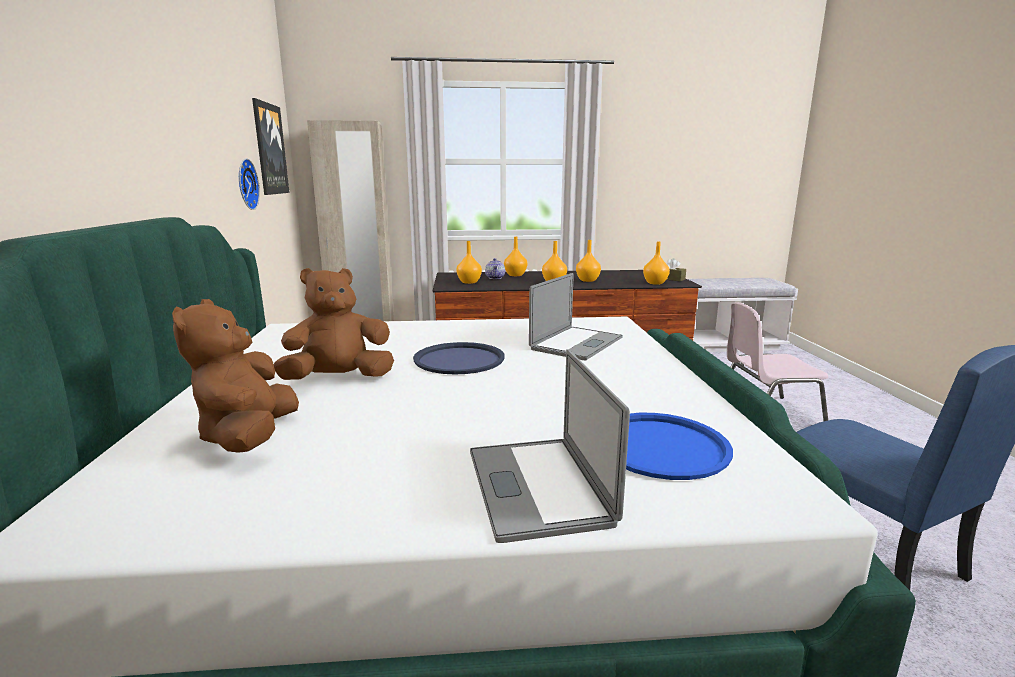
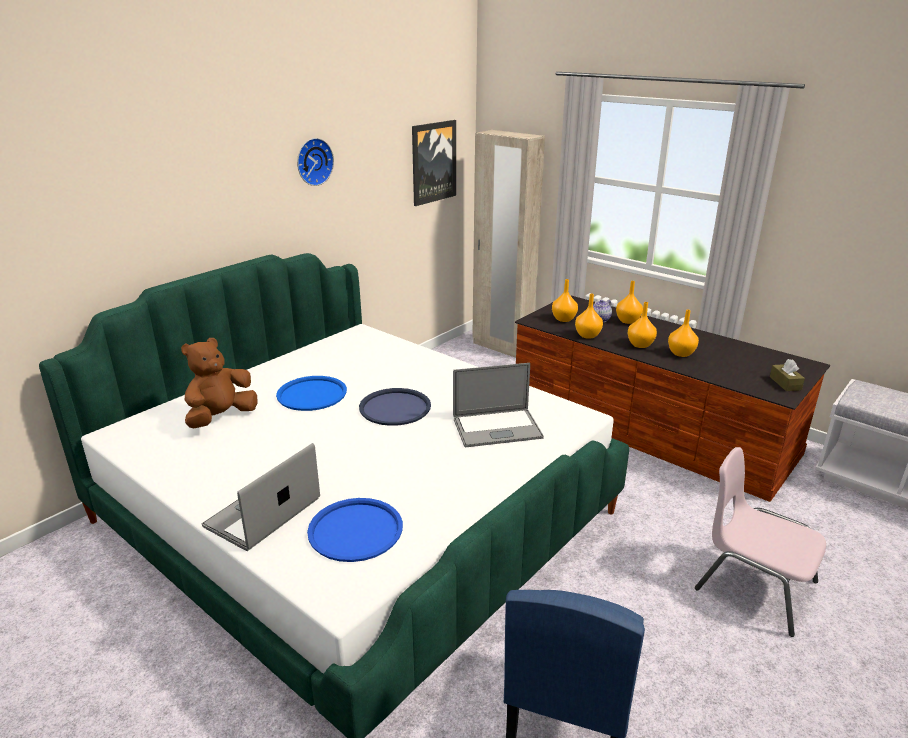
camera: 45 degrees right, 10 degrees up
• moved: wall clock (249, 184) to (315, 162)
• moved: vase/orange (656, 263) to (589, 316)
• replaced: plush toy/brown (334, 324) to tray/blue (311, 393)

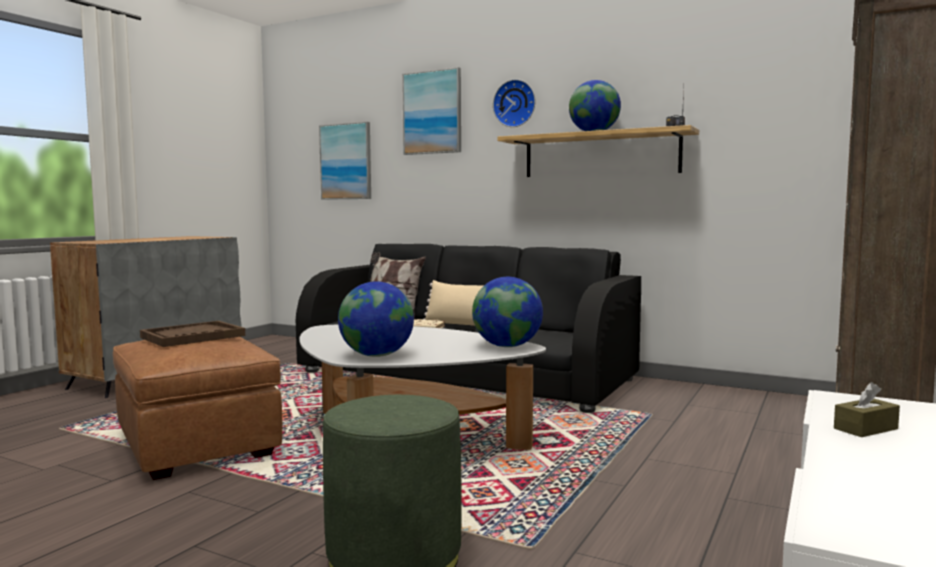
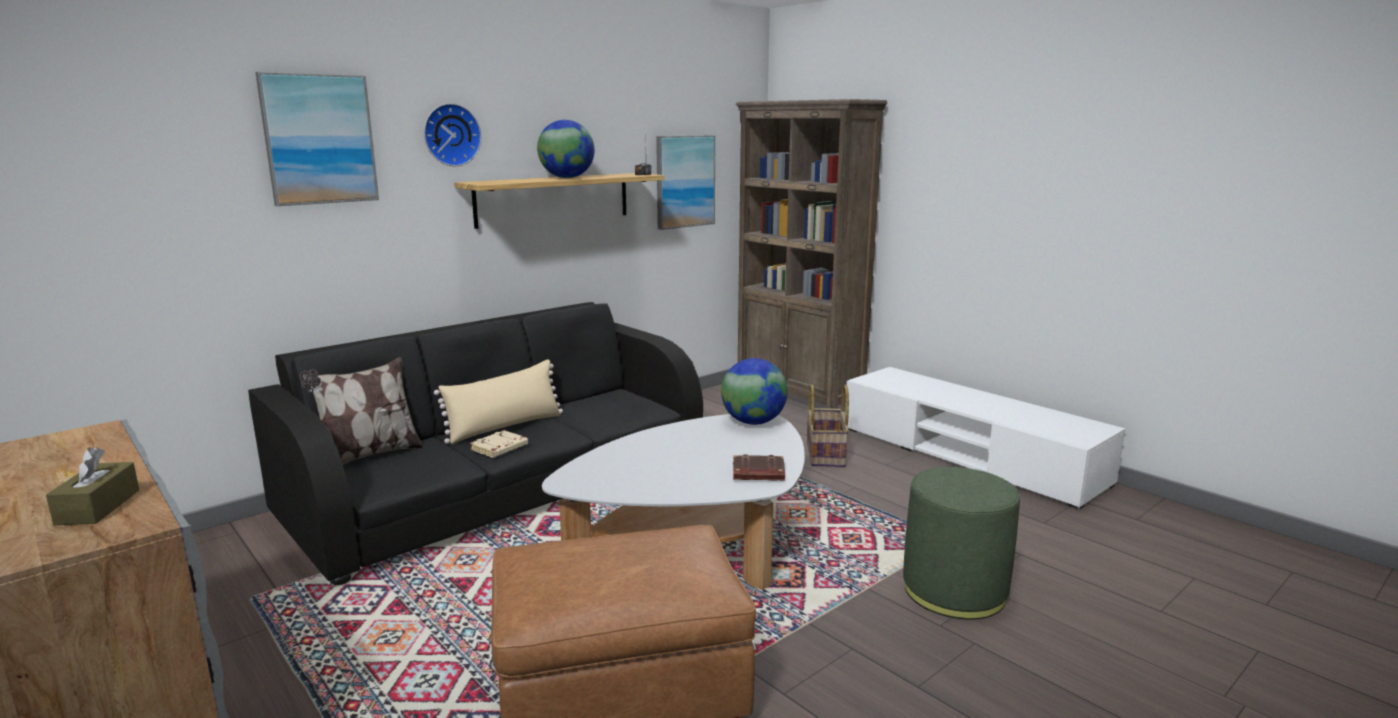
camera: 70 degrees left, 10 degrees up
• moved: picture (345, 161) to (685, 182)
• replaced: globe (376, 319) to book/brown (759, 467)
• removed: tray/brown (192, 334)
• moved: tissue box/brown (867, 409) to (92, 486)
• added: basket (828, 425)

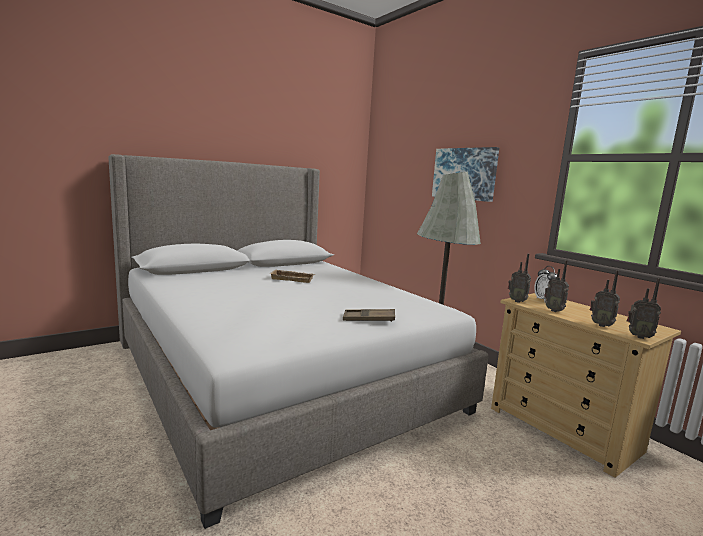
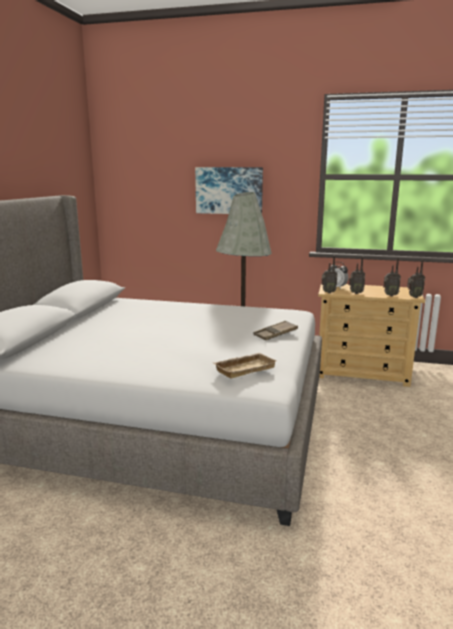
camera: 40 degrees left, 5 degrees up
• moved: tray/beige (293, 276) to (245, 366)

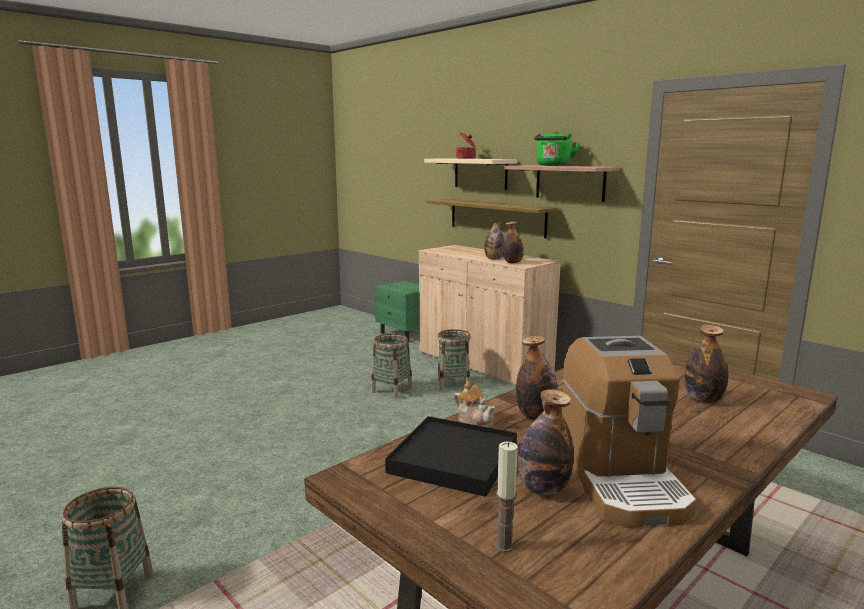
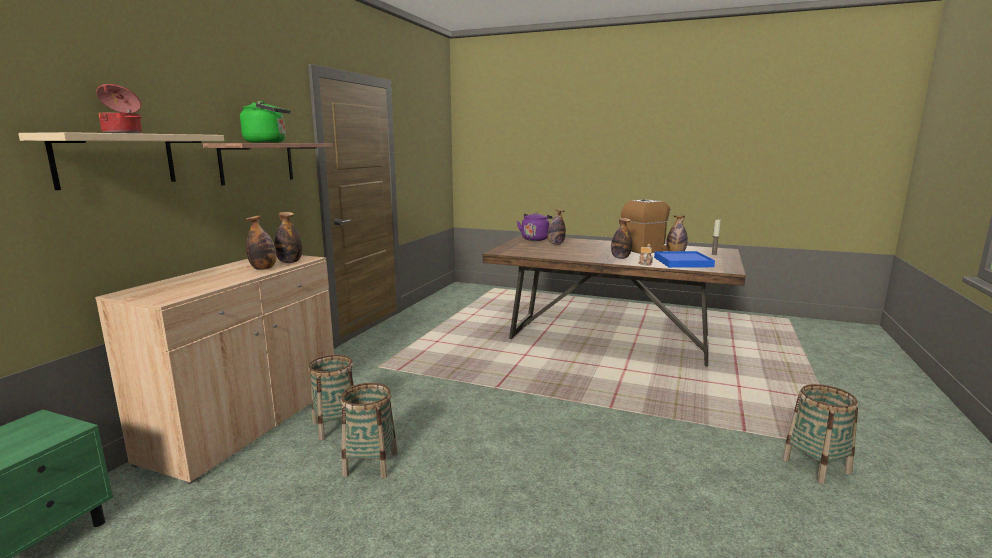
camera: 115 degrees left, 0 degrees up
• removed: shelf (492, 218)
• recoloured: tray/black (451, 456) to tray/blue (684, 259)
• added: kettle/purple (535, 227)

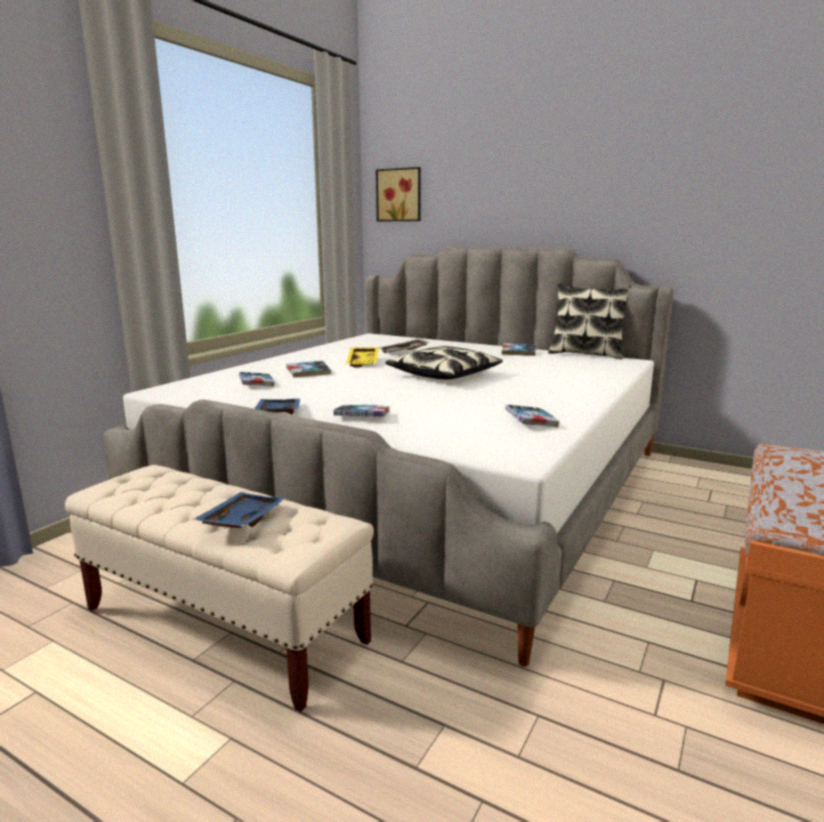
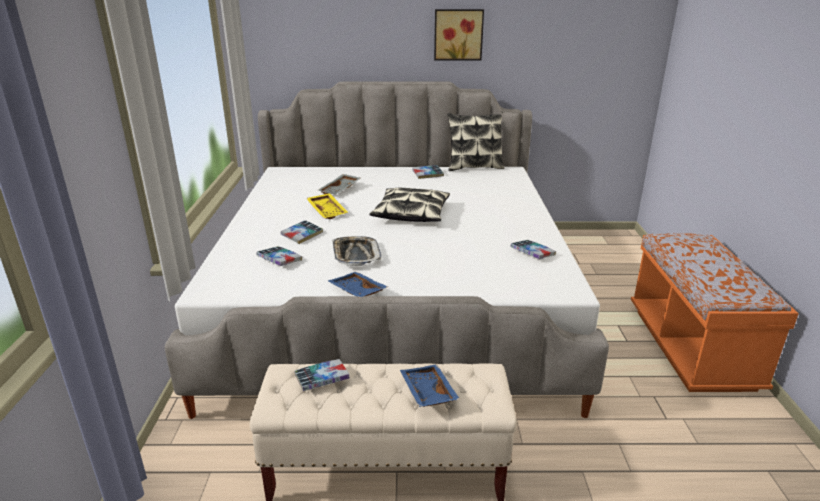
camera: 30 degrees left, 10 degrees up
• moved: picture (398, 194) to (459, 34)
• moved: book (362, 411) to (322, 375)
• added: tray (357, 251)

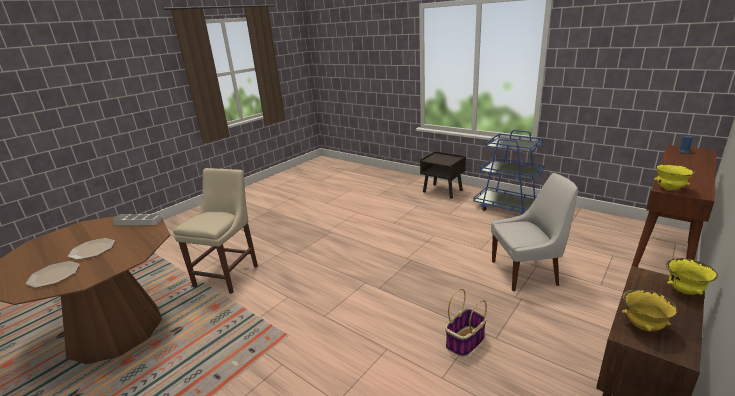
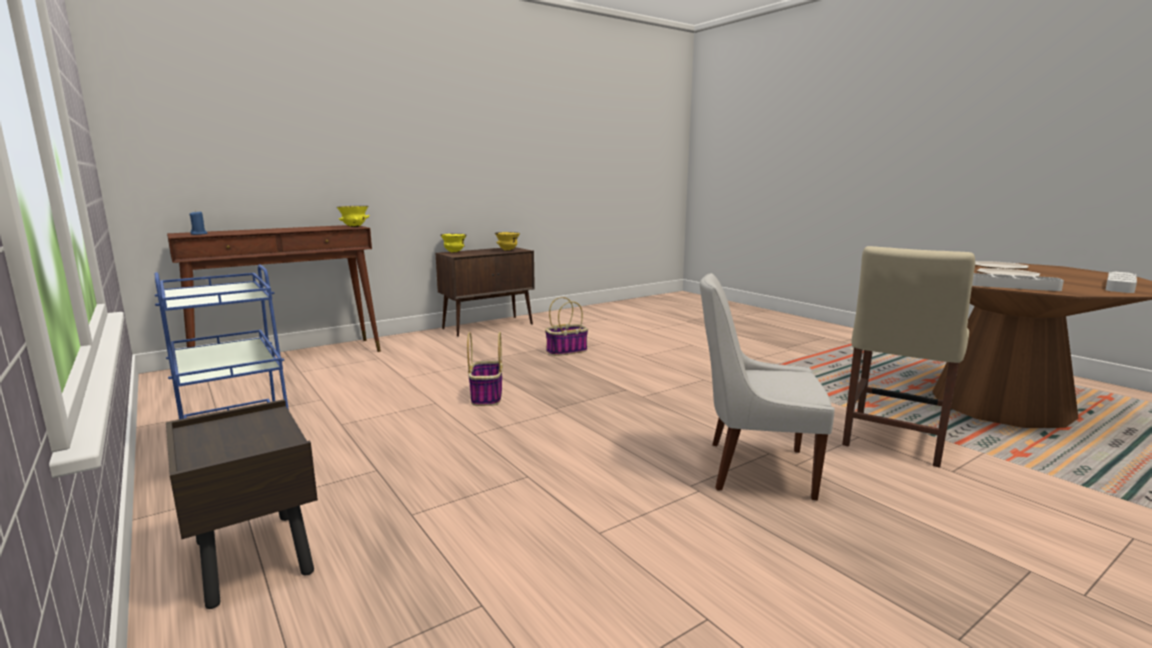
camera: 165 degrees left, 10 degrees down
• moved: chair/white (534, 232) to (767, 386)
• added: tray/grey (1121, 282)
• added: basket (485, 369)

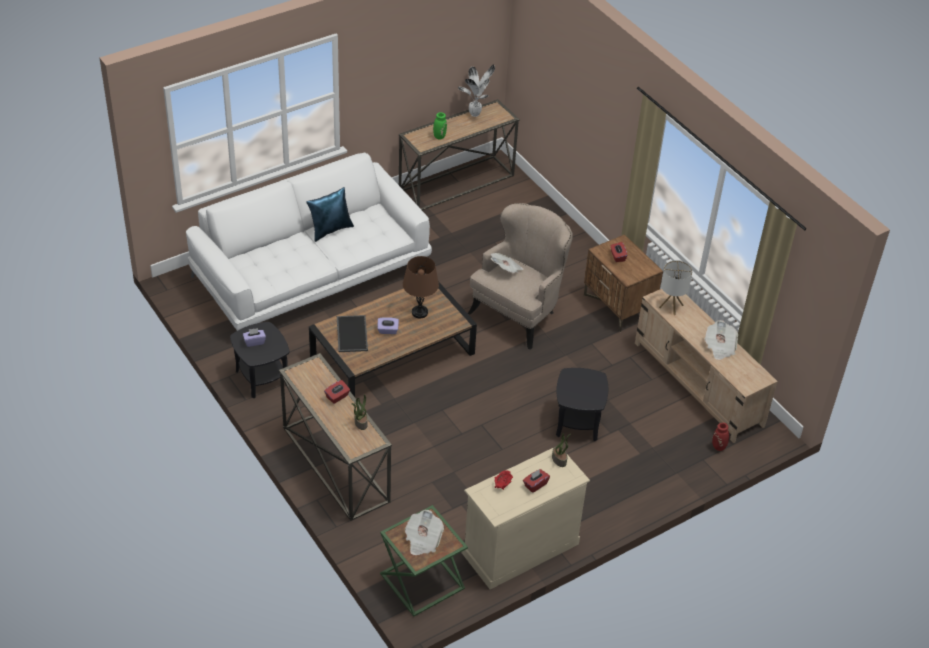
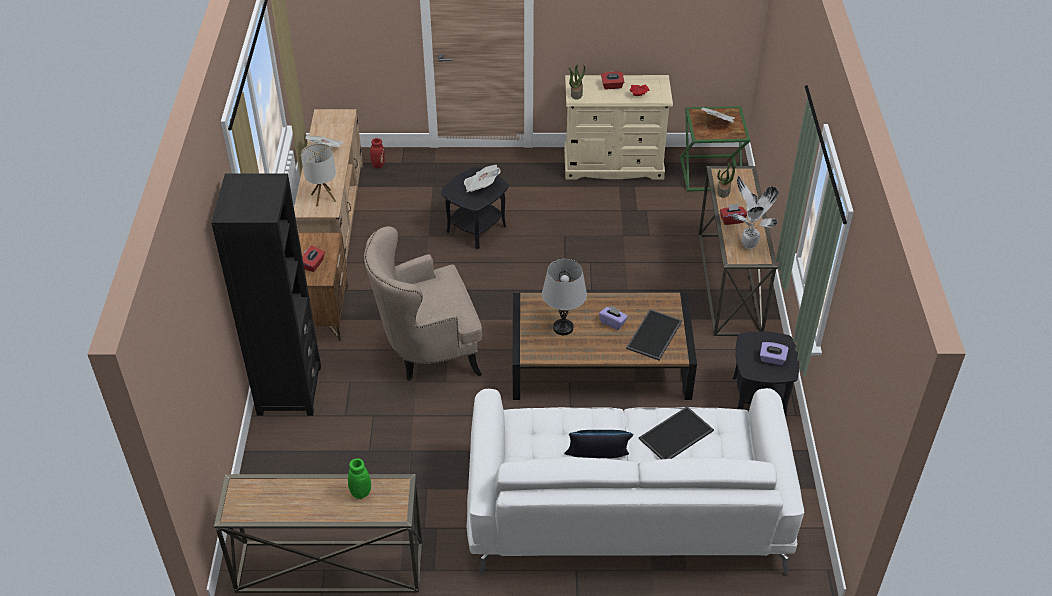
camera: 145 degrees left, 0 degrees up
• moved: potted plant (476, 91) to (754, 212)
• moved: newspaper (507, 263) to (482, 178)
• recoloured: table lamp/brown (421, 287) to table lamp/grey (564, 297)
• added: bookcase/black (266, 294)
• added: tray (676, 433)

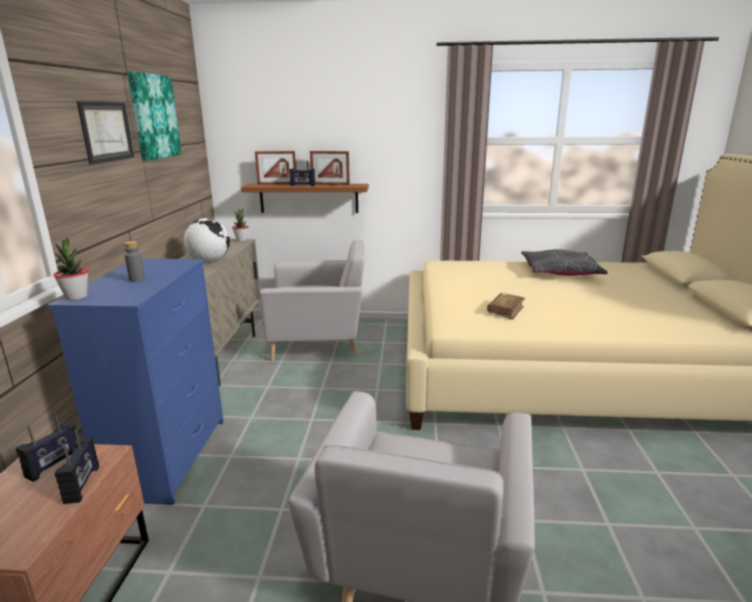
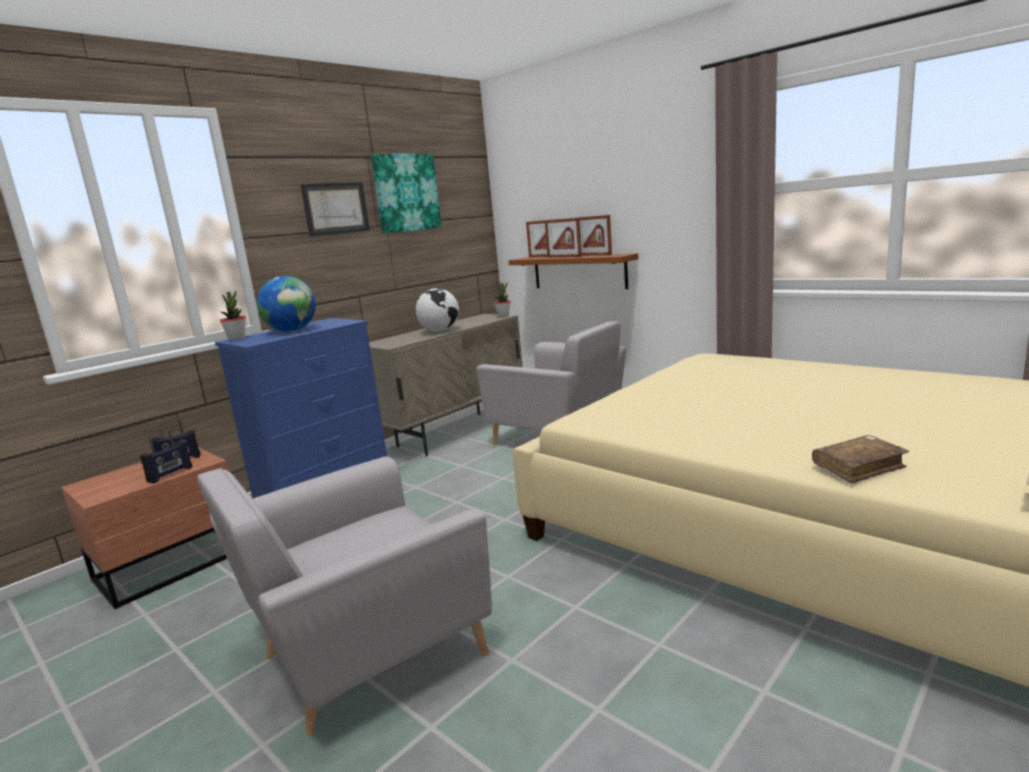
camera: 40 degrees right, 5 degrees down
• replaced: radio (302, 173) to picture frame (563, 238)
• replaced: bottle/grey (134, 261) to globe (286, 304)
• removed: pillow/grey (564, 262)
• moved: book/brown (506, 306) to (860, 459)

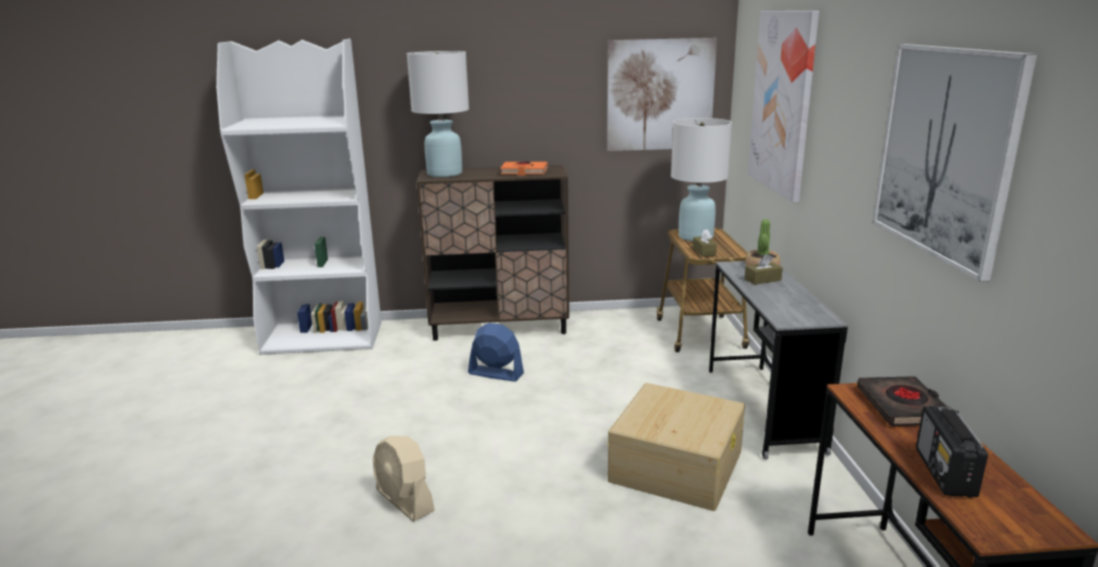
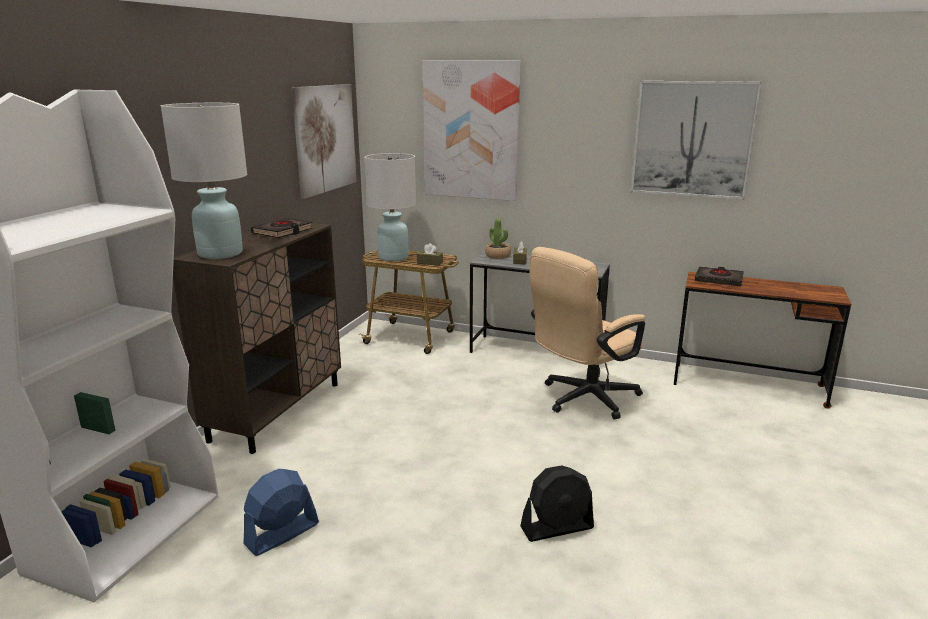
camera: 65 degrees left, 0 degrees up
• recoloured: book/orange (524, 169) to book/black (281, 228)
• moved: fan/blue (496, 352) to (281, 512)
• replaced: storage box/beige (676, 447) to office chair/beige (587, 333)
• removed: radio (952, 452)
• recoloured: fan/beige (404, 479) to fan/black (557, 503)

